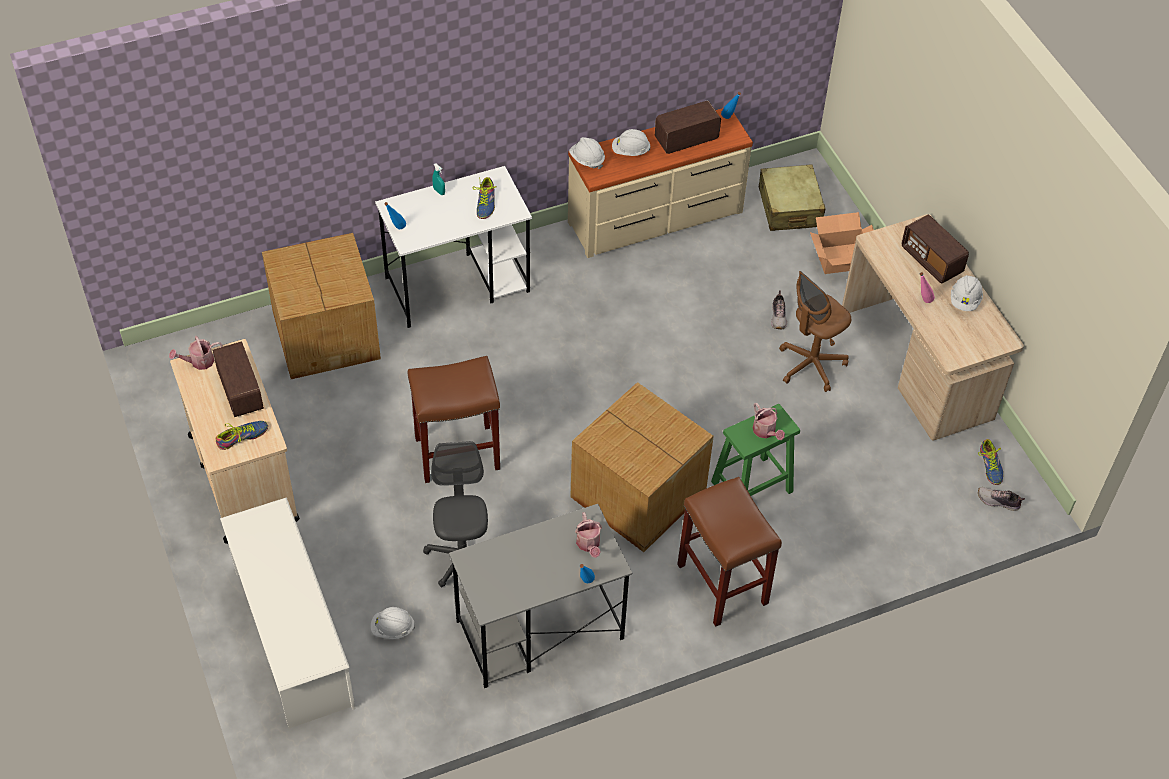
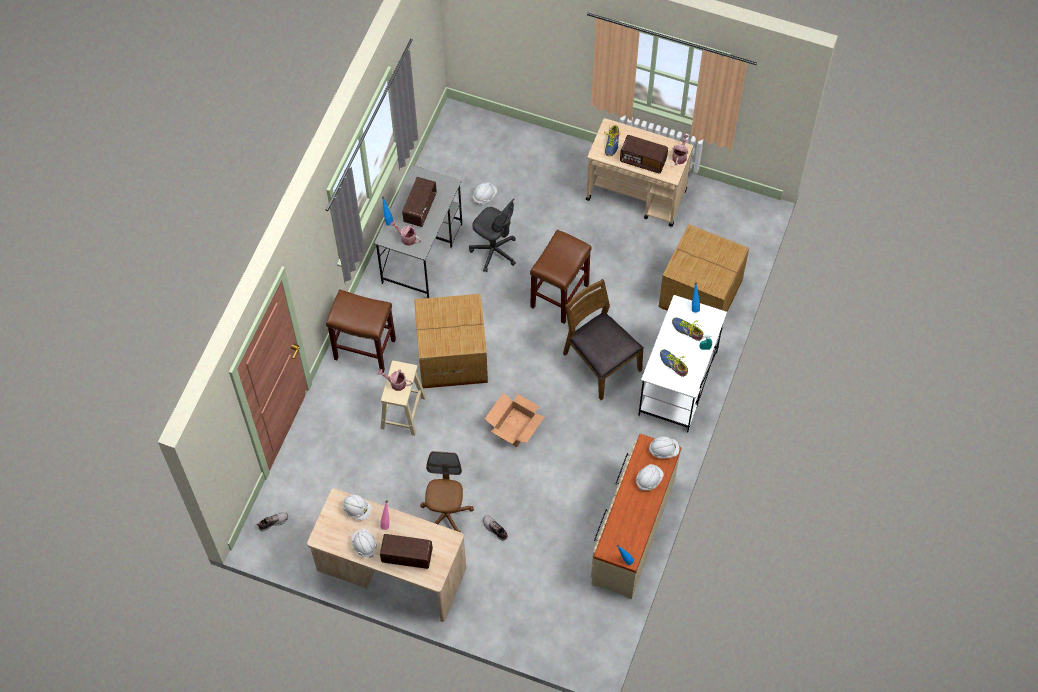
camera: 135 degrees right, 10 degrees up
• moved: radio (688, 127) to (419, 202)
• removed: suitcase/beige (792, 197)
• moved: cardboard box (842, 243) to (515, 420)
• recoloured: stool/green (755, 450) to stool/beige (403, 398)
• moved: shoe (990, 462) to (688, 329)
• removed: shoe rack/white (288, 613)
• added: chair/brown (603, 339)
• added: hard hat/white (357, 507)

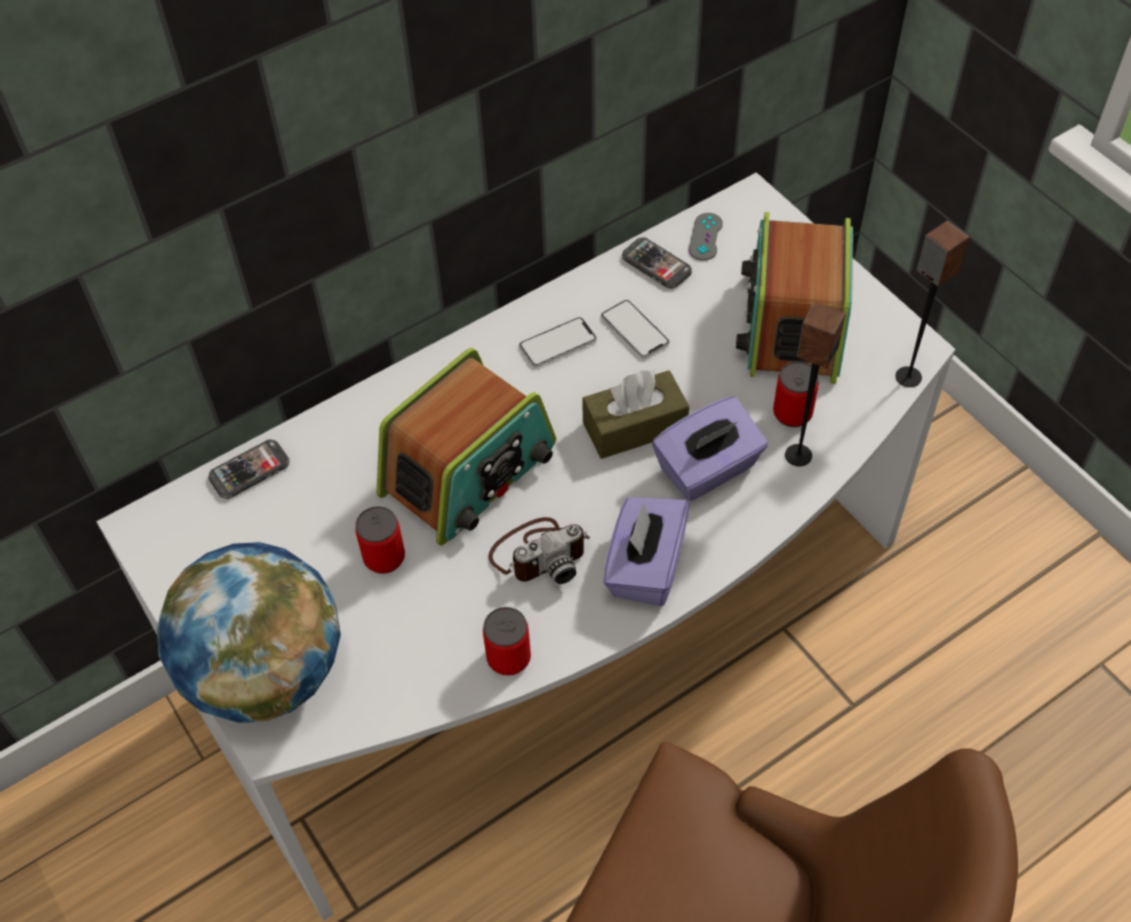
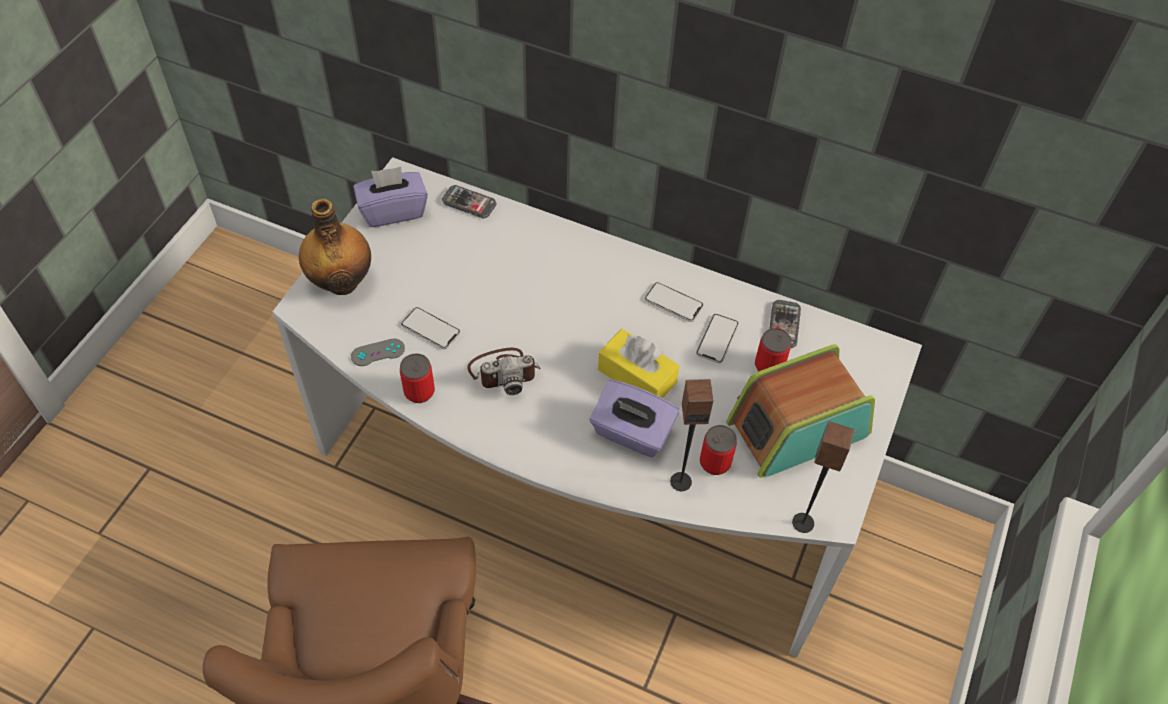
camera: 55 degrees right, 0 degrees up
• moved: game controller/grey (706, 237) to (378, 352)
• removed: radio (466, 446)
• recoloured: tissue box/brown (635, 414) to tissue box/yellow (638, 363)
• moved: tissue box/purple (646, 551) to (390, 197)
• moved: can (380, 540) to (773, 349)
• turned: photo camera (539, 550) = (503, 371) 45 degrees counterclockwise
• replaced: globe (249, 632) to bottle (335, 247)
• added: phone (431, 328)

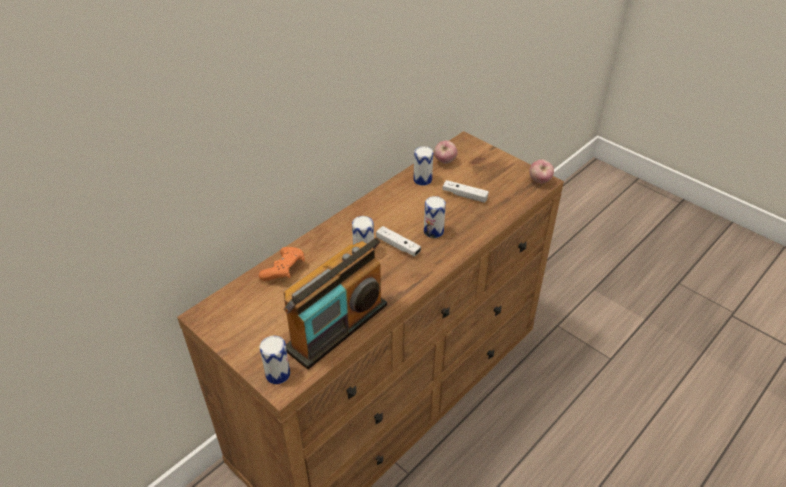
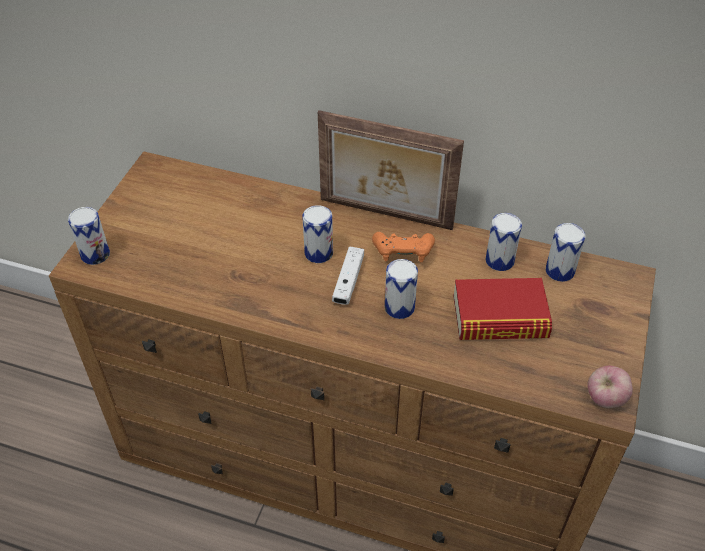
camera: 65 degrees right, 5 degrees up
• replaced: apple (445, 152) to can (565, 252)
• replaced: game controller/white (466, 191) to book (502, 309)
• removed: radio (335, 303)
• moved: game controller/orange (282, 264) to (403, 247)
• added: picture frame (391, 170)

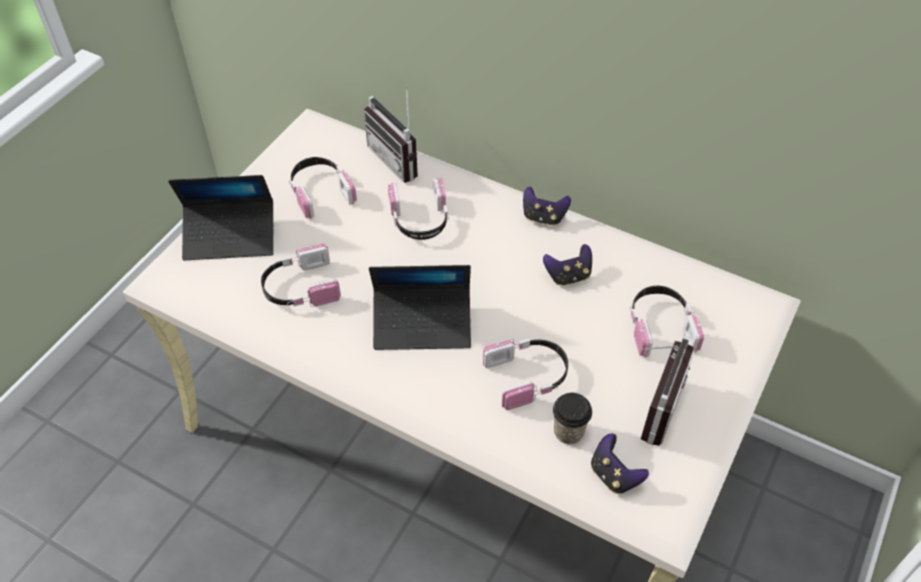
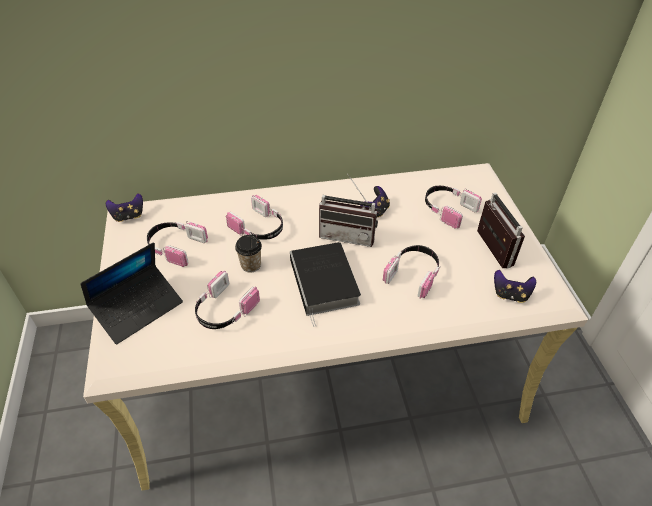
camera: 40 degrees left, 5 degrees down
• moved: radio (391, 134) to (348, 210)
• moved: game controller (547, 206) to (124, 207)
• replaced: laptop (420, 307) to book (325, 284)
• moved: cup (572, 418) to (248, 254)

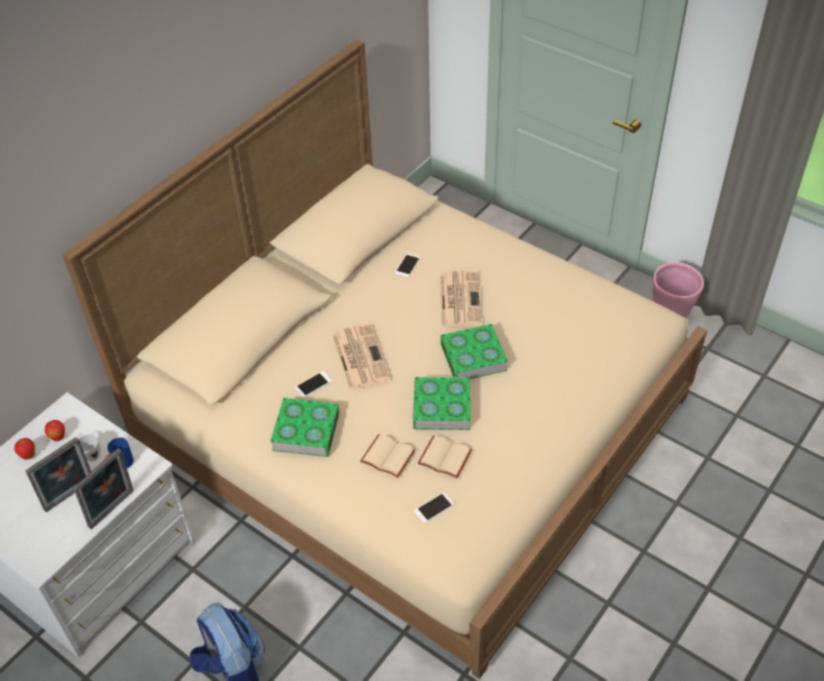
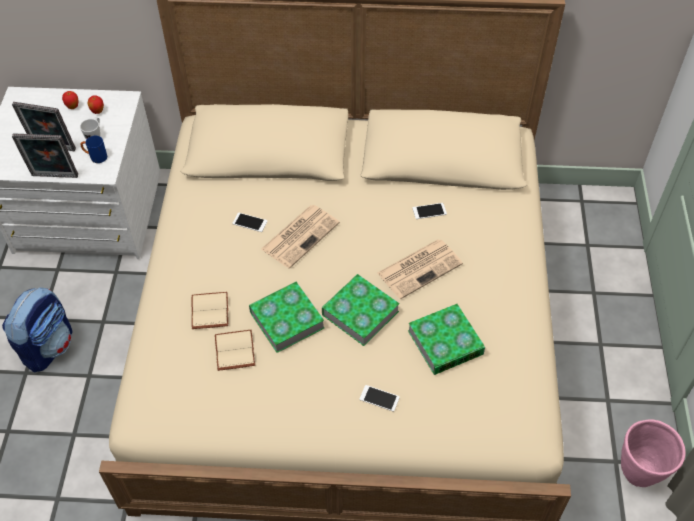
camera: 55 degrees right, 5 degrees up
• moved: book (305, 427) to (446, 339)
• moved: phone (434, 507) to (379, 398)

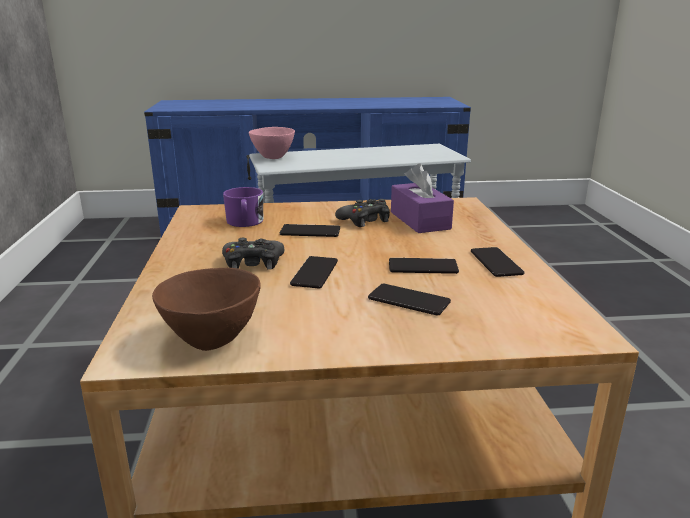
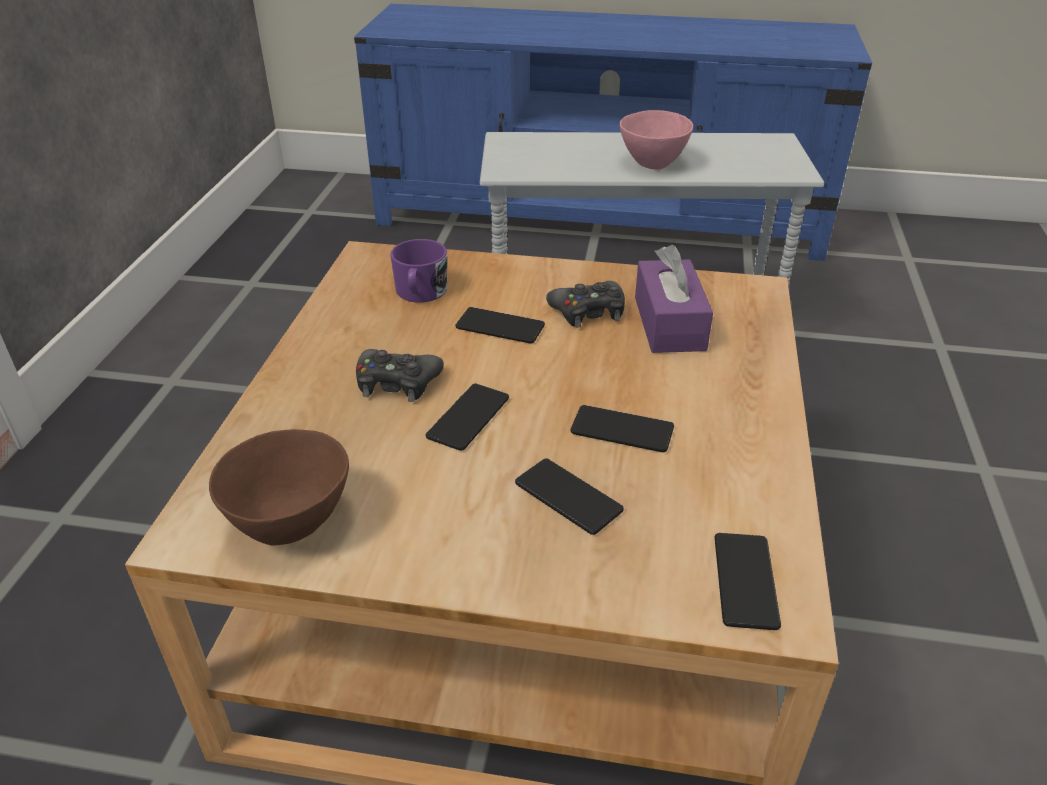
camera: 15 degrees right, 15 degrees up
• moved: bowl/pink (272, 143) to (656, 139)
• moved: phone (497, 262) to (748, 581)

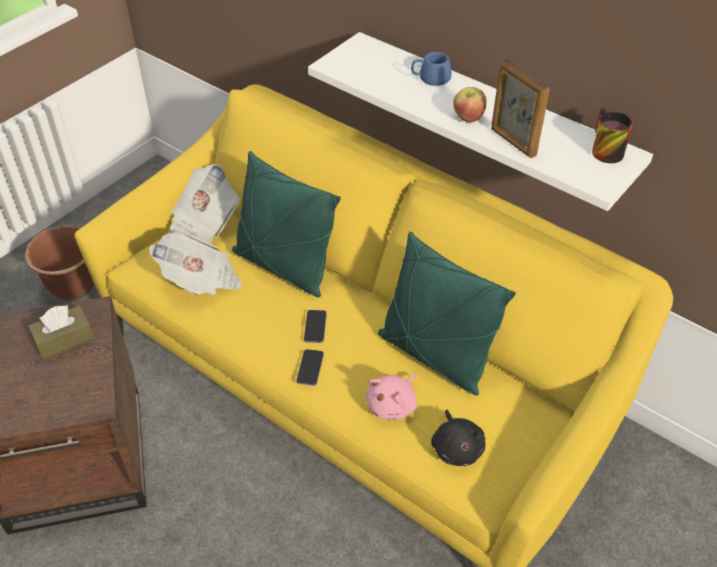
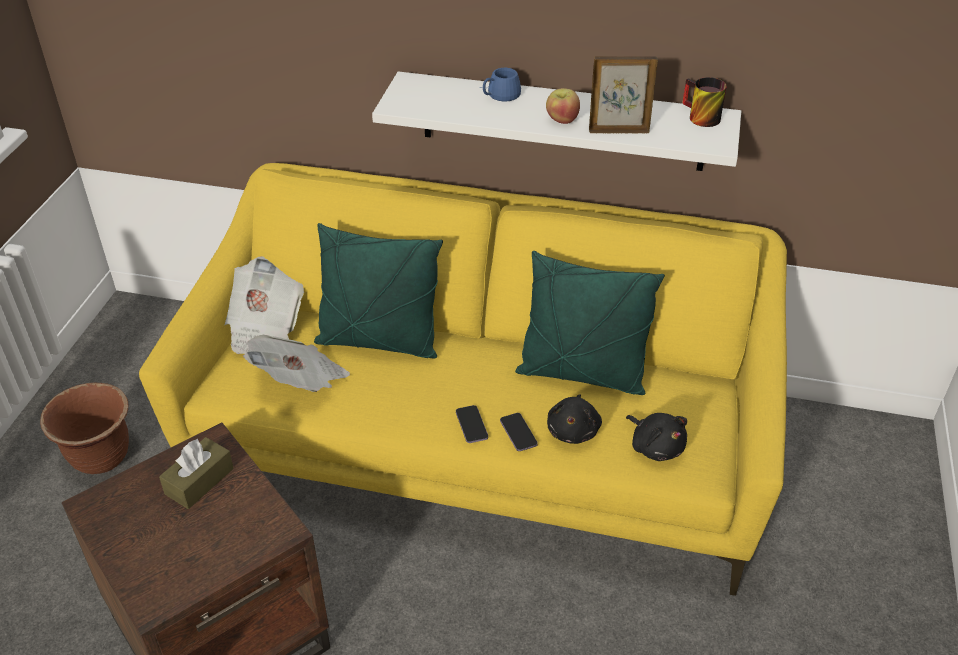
camera: 25 degrees left, 5 degrees down
• turned: picture frame (520, 108) = (623, 95) 150 degrees clockwise
• moved: phone (315, 326) to (519, 432)
• recoloured: plush toy/pink (391, 397) to plush toy/black (574, 419)

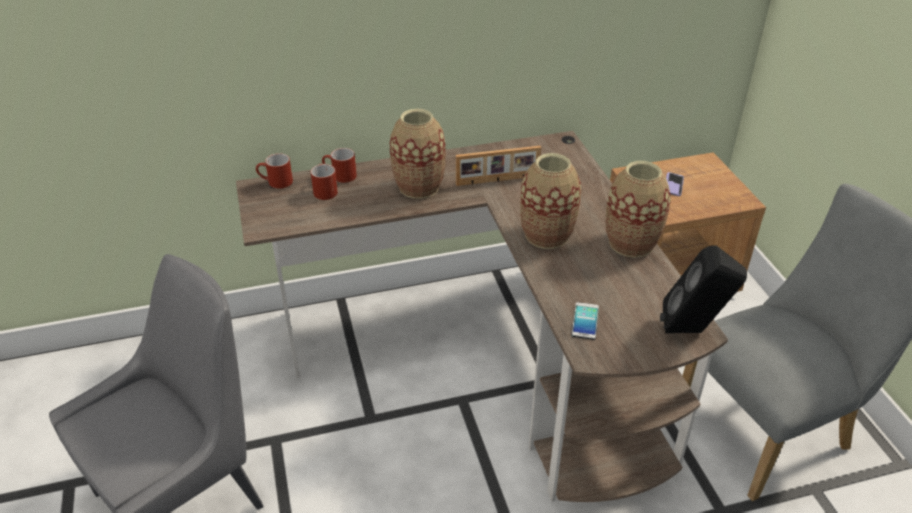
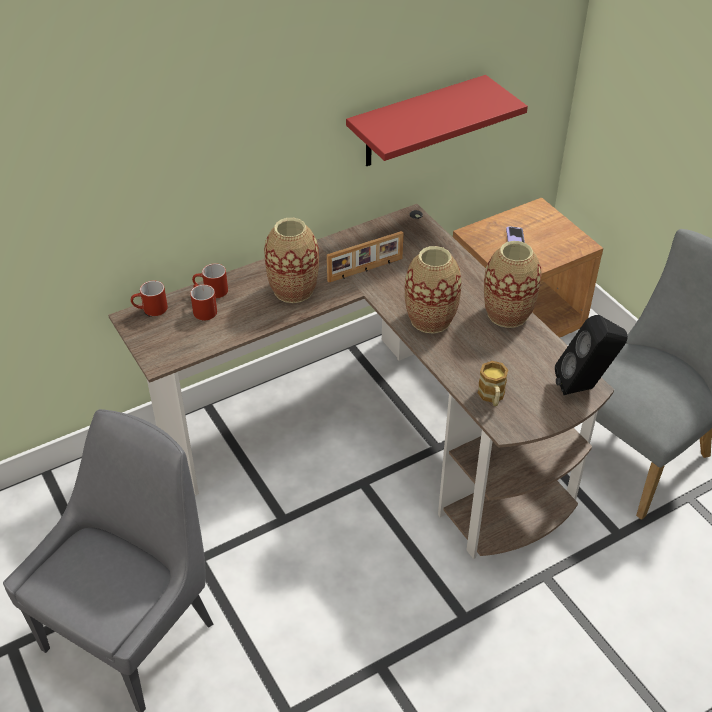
camera: 15 degrees left, 5 degrees up
• replaced: phone (585, 321) to mug (493, 383)
• added: shelf/red (437, 120)

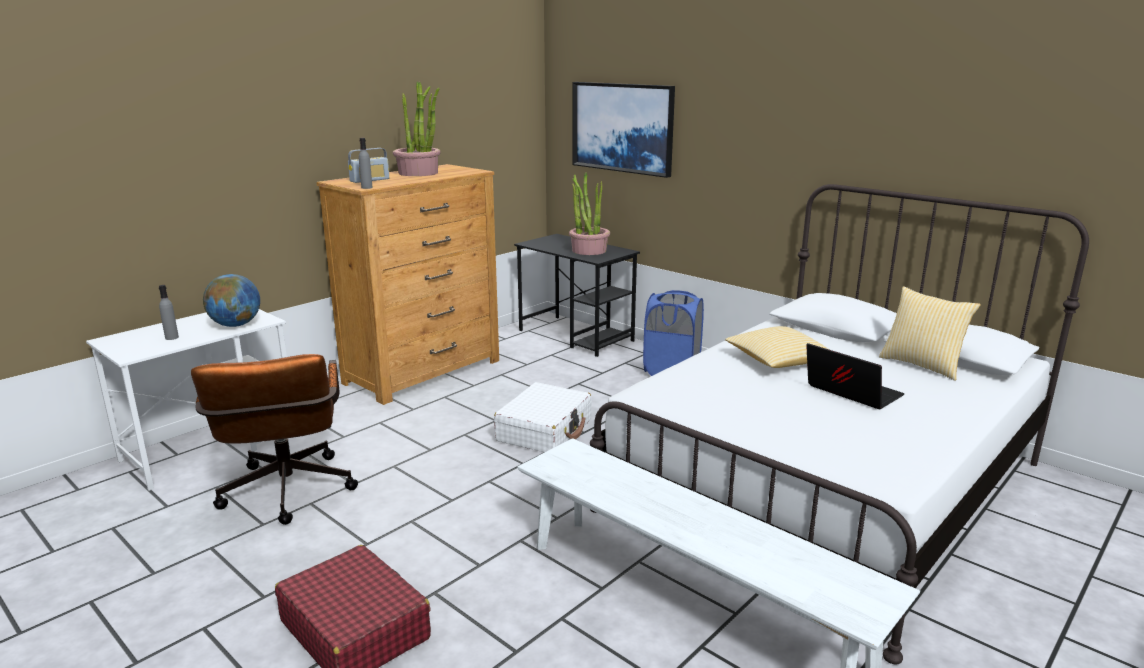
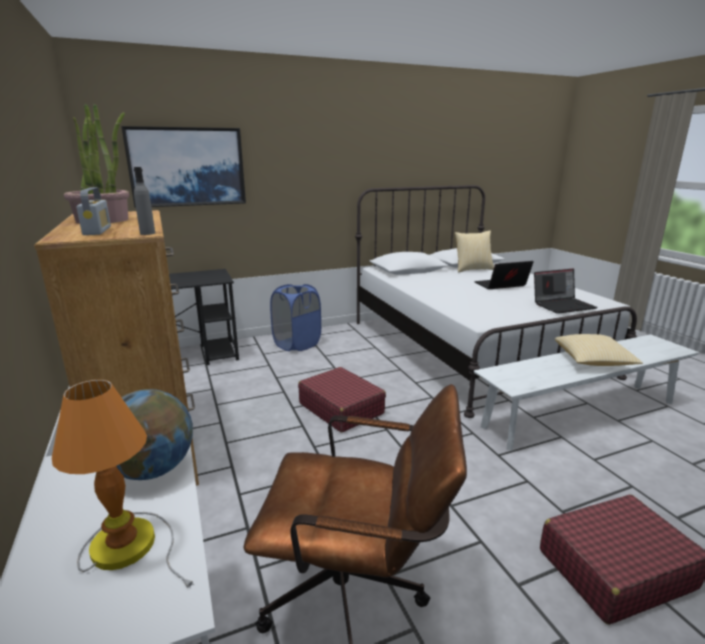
camera: 65 degrees left, 0 degrees up
• removed: potted plant (589, 213)
• replaced: bottle/grey (169, 312) to table lamp (123, 484)
• moved: pillow (777, 347) to (599, 350)
• recoloured: suitcase/white (543, 417) to suitcase/red (342, 399)
• added: laptop (566, 291)

